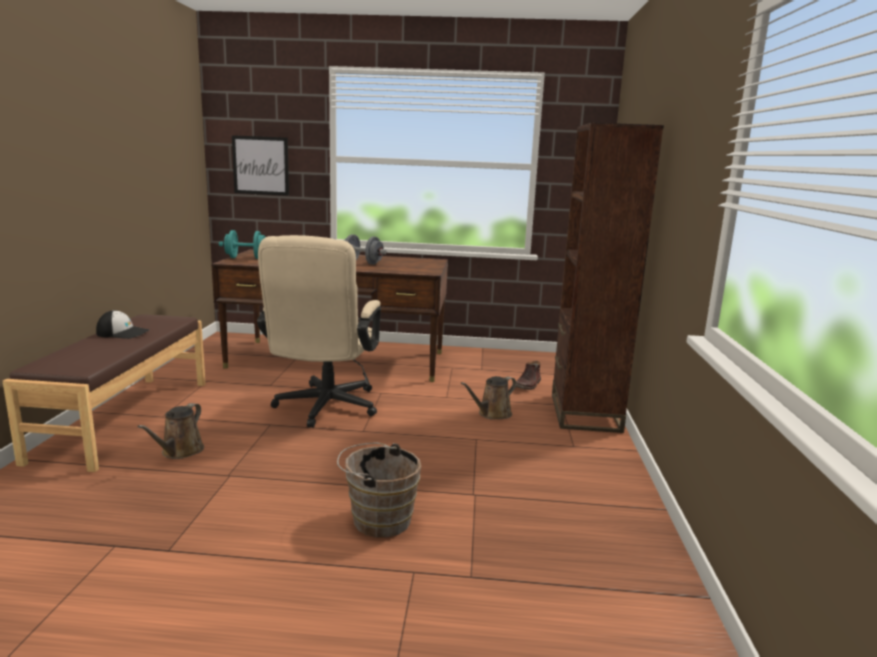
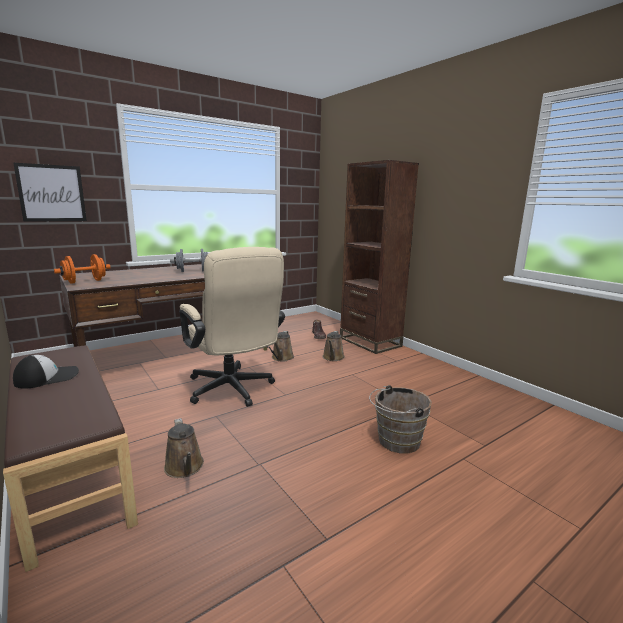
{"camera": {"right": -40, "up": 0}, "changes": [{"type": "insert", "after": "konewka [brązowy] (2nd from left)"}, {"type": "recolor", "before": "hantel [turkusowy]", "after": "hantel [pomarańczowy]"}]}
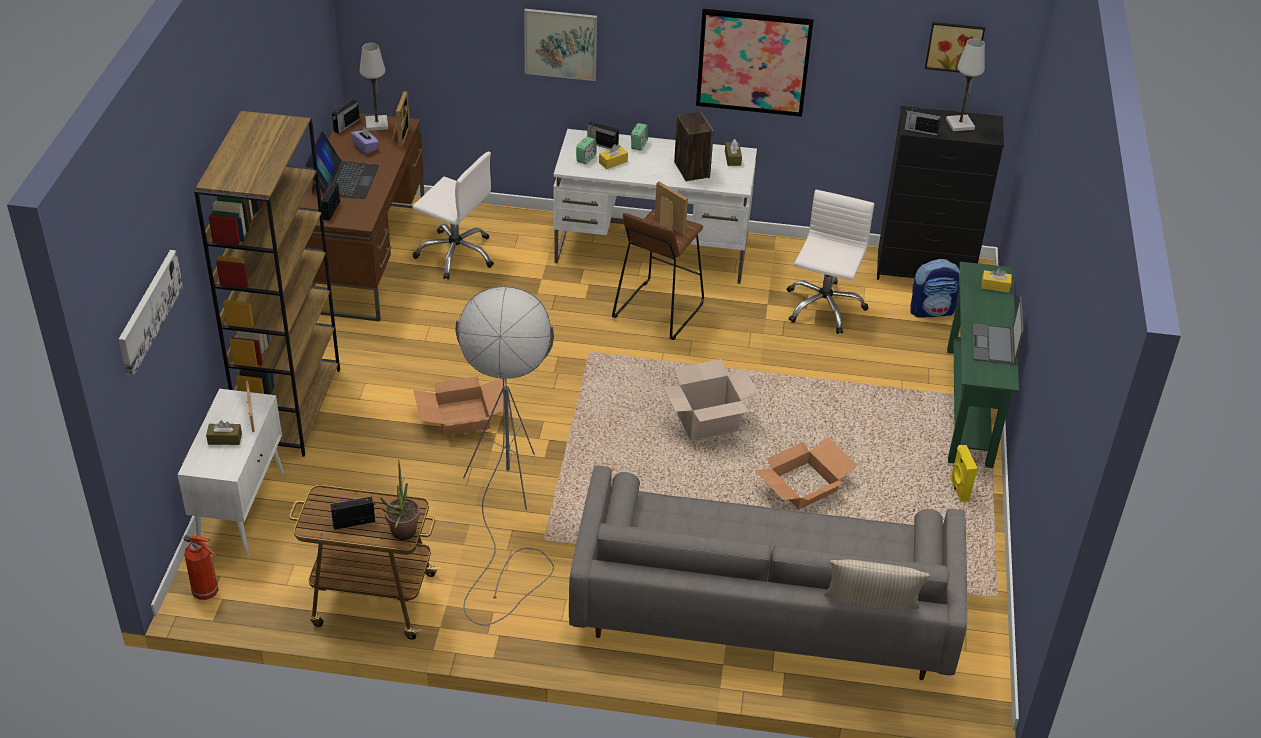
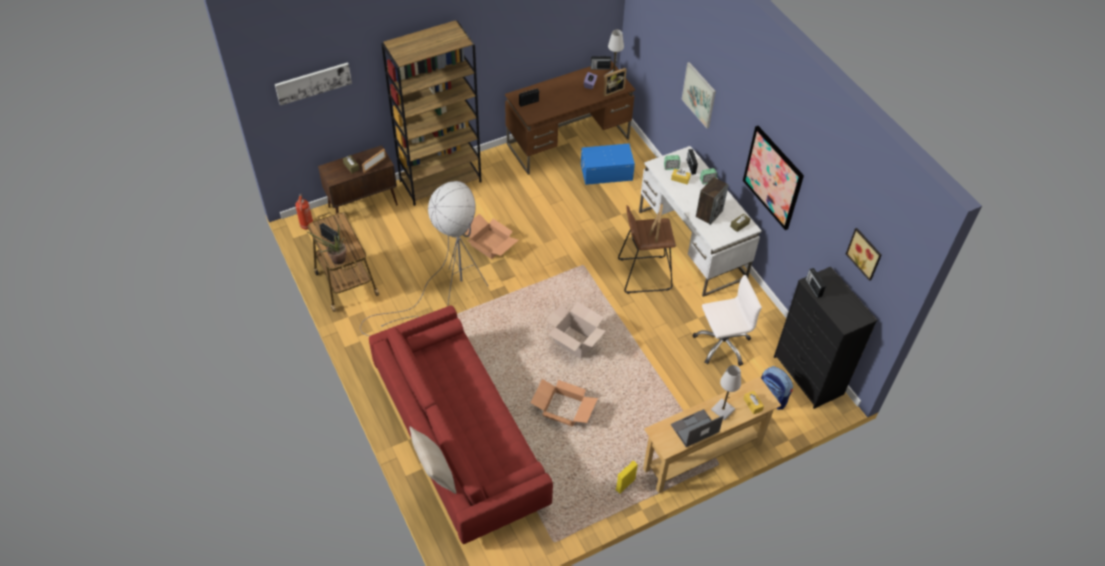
{"camera": {"right": 55, "up": 10}, "changes": [{"type": "delete", "before": "laptop (1st from left)"}, {"type": "move", "before": "lampa stołowa [biały] (2nd from left)"}, {"type": "replace", "before": "krzesło biurowe [biały] (1st from left)", "after": "pojemnik do przechowywania [niebieski]"}, {"type": "recolor", "before": "szafka [biały]", "after": "szafka [brązowy]"}, {"type": "recolor", "before": "kanapa [szary]", "after": "kanapa [czerwony]"}, {"type": "recolor", "before": "stolik konsolowy [zielony]", "after": "stolik konsolowy [beżowy]"}]}
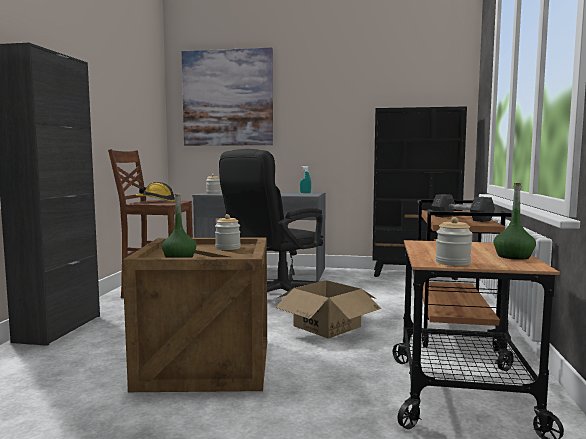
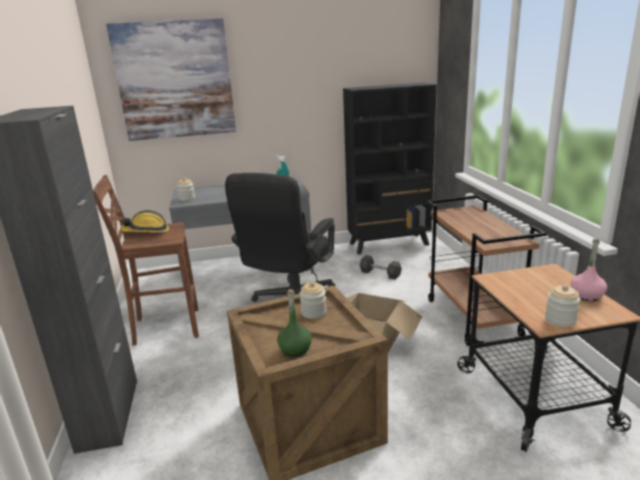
{"camera": {"right": -20, "up": 15}, "changes": [{"type": "move", "before": "hantel [szary]"}, {"type": "recolor", "before": "butelka [zielony] (2nd from left)", "after": "butelka [różowy]"}]}
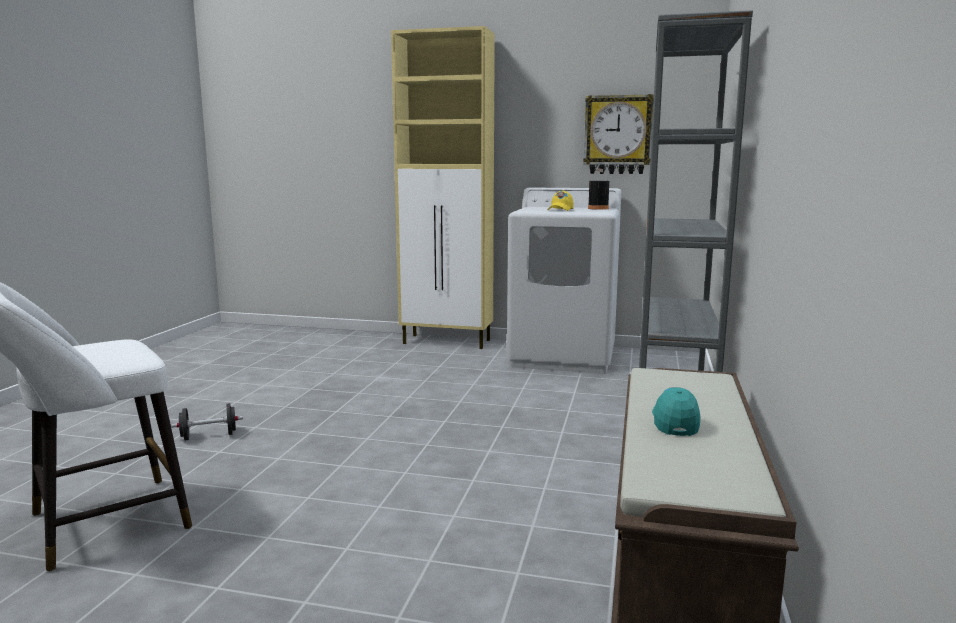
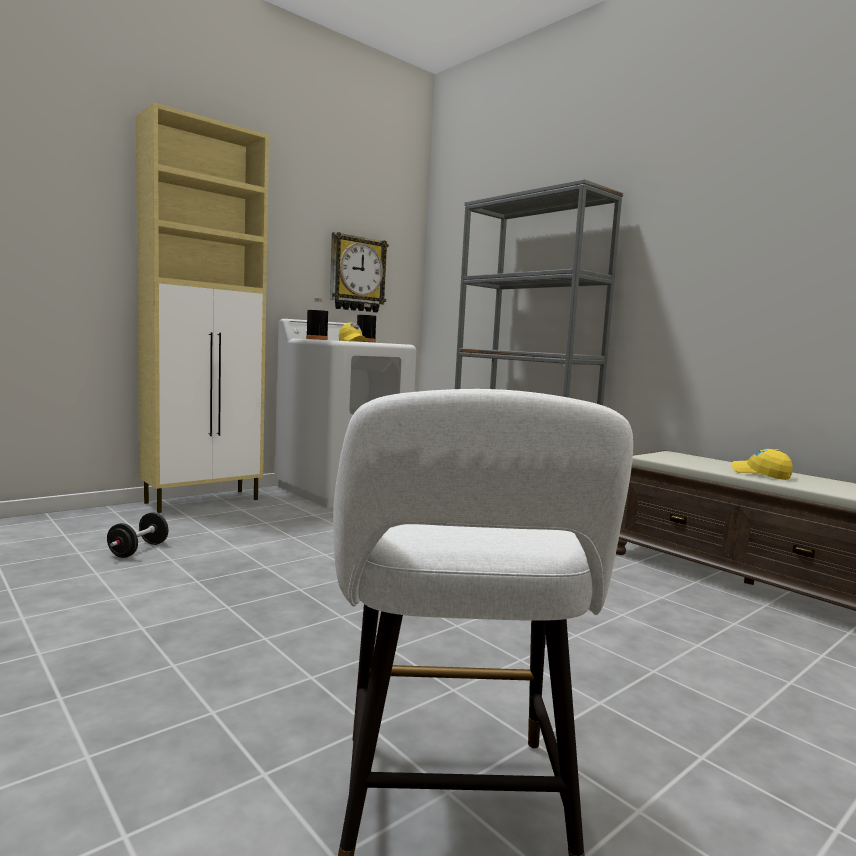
{"camera": {"right": -55, "up": -5}, "changes": [{"type": "insert", "after": "butelka [czarny] (1st from left)"}, {"type": "move", "before": "hantel [czarny]"}, {"type": "recolor", "before": "czapka z daszkiem [turkusowy]", "after": "czapka z daszkiem [żółty] (2nd from left)"}]}
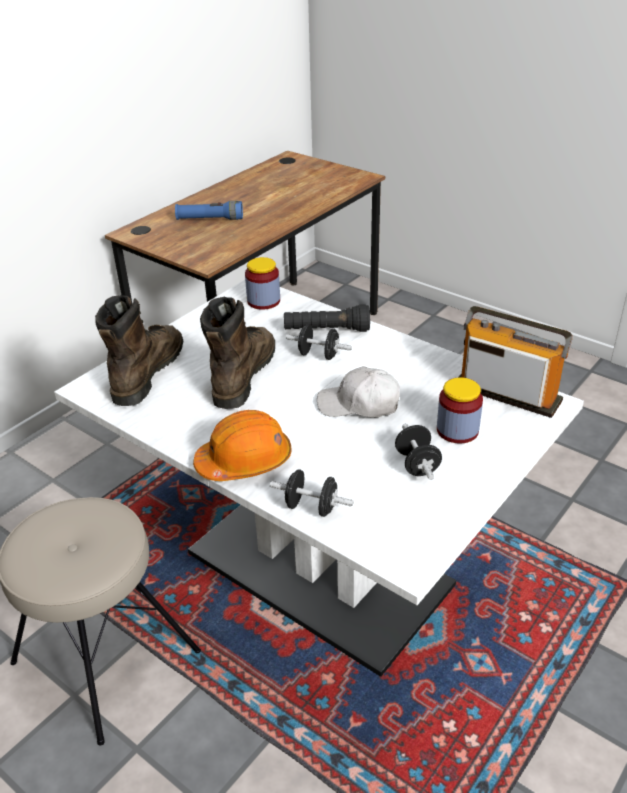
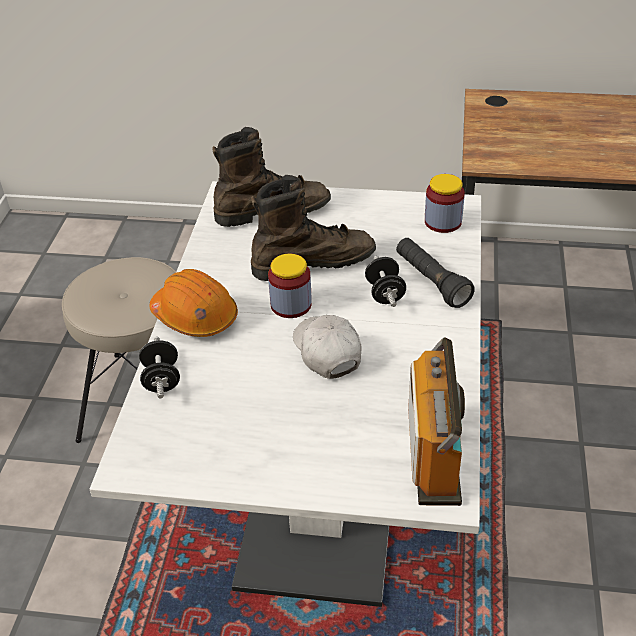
{"camera": {"right": 60, "up": 5}, "changes": [{"type": "delete", "before": "latarka [niebieski]"}, {"type": "delete", "before": "hantel [czarny] (3rd from left)"}, {"type": "move", "before": "słoik (2nd from left in the first image)", "after": "słoik (1st from left)"}]}
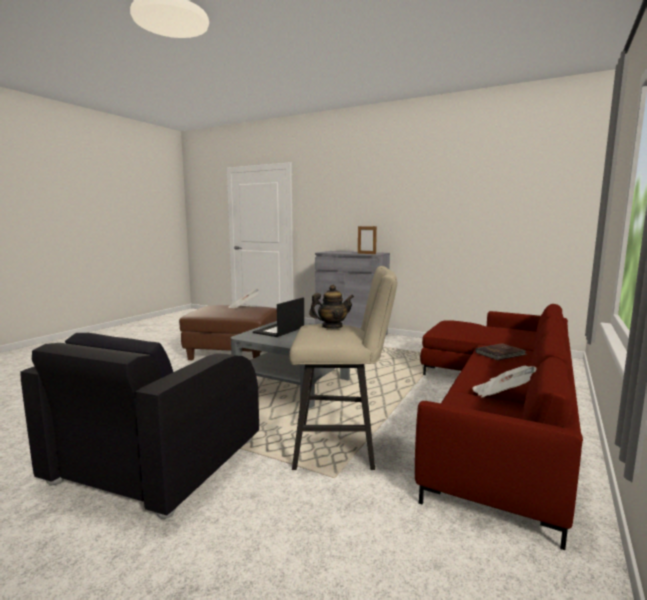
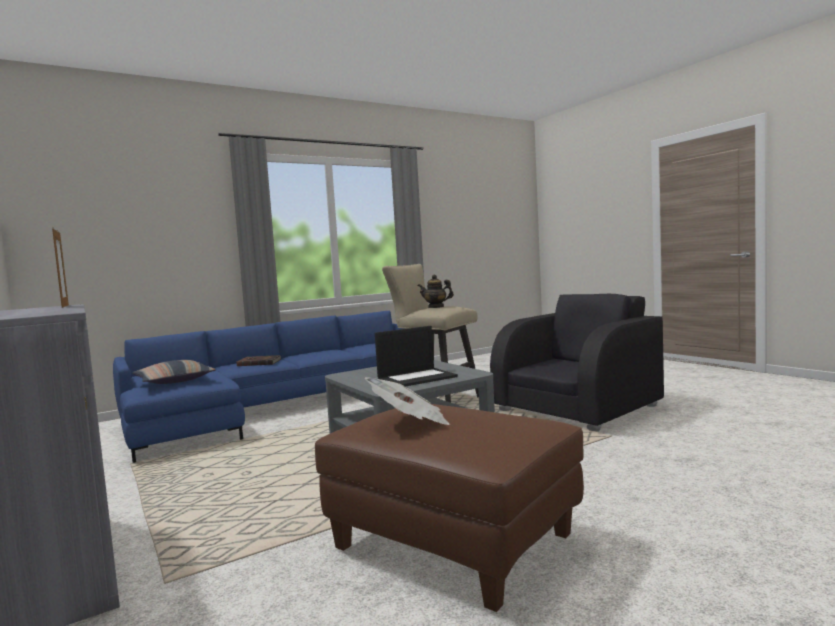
{"camera": {"right": -150, "up": -5}, "changes": [{"type": "delete", "before": "gazeta (2nd from left)"}, {"type": "insert", "after": "poduszka"}, {"type": "recolor", "before": "kanapa [czerwony]", "after": "kanapa [niebieski]"}]}
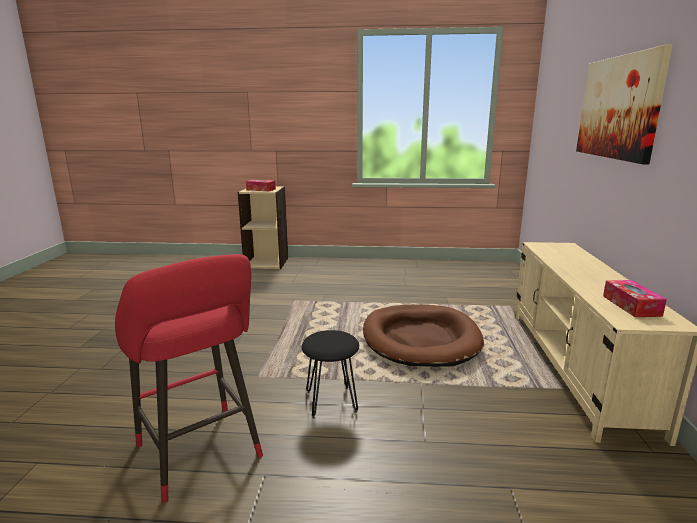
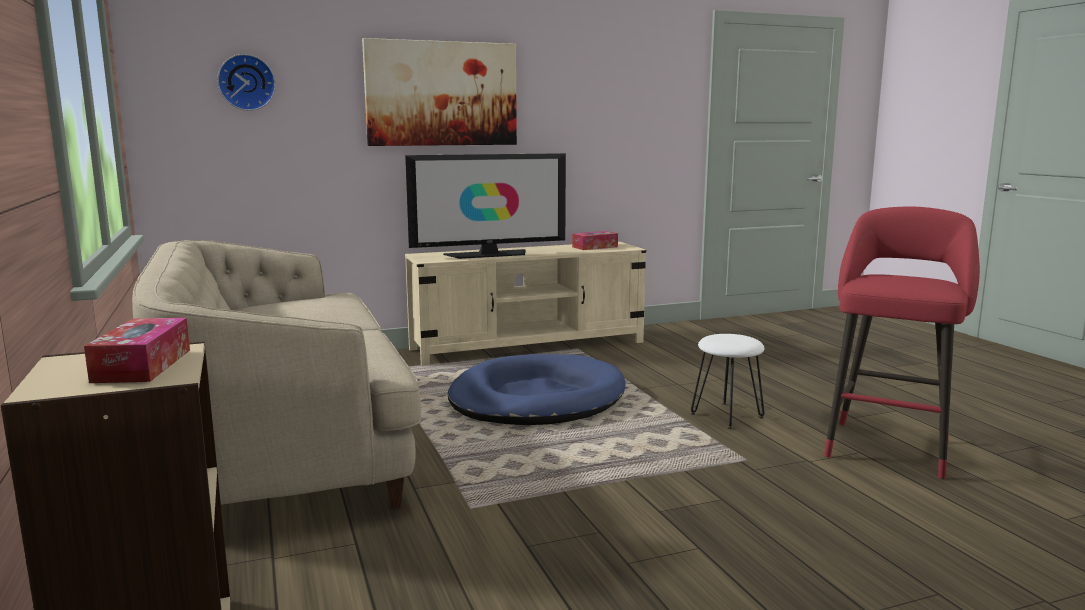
{"camera": {"right": -115, "up": -5}, "changes": [{"type": "insert", "after": "kanapa [beżowy]"}, {"type": "insert", "after": "zegar ścienny"}, {"type": "insert", "after": "telewizor"}, {"type": "recolor", "before": "stołek [czarny]", "after": "stołek [biały]"}, {"type": "recolor", "before": "legowisko [brązowy]", "after": "legowisko [niebieski]"}]}
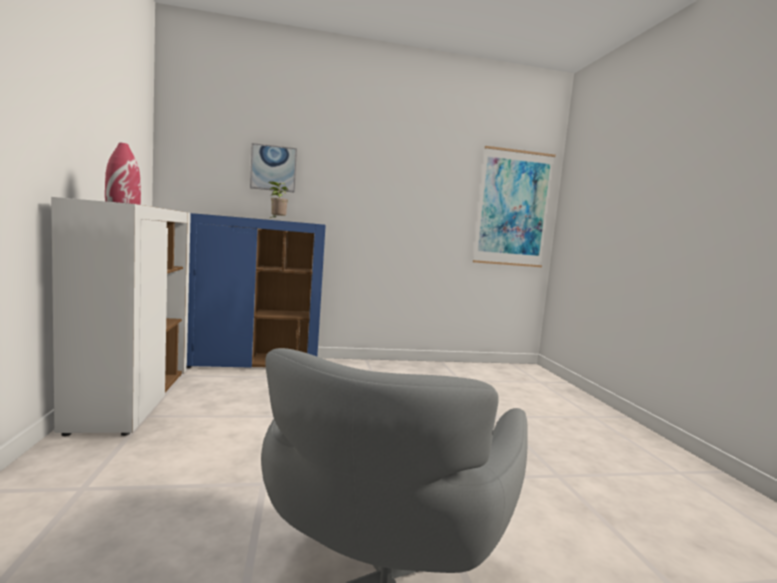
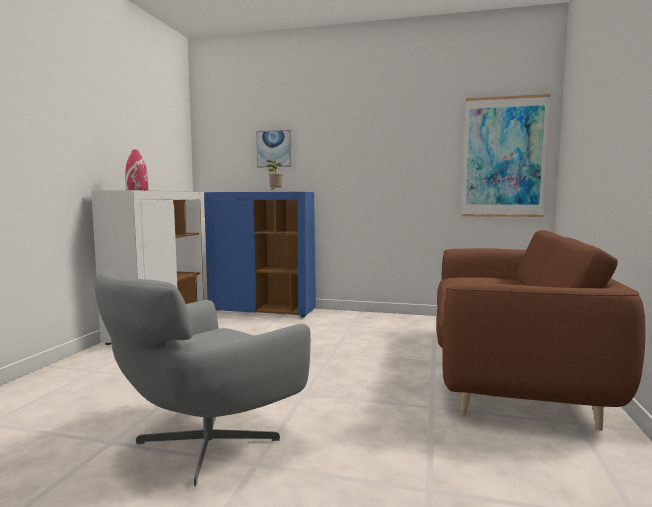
{"camera": {"right": 25, "up": 0}, "changes": [{"type": "insert", "after": "kanapa [brązowy]"}]}
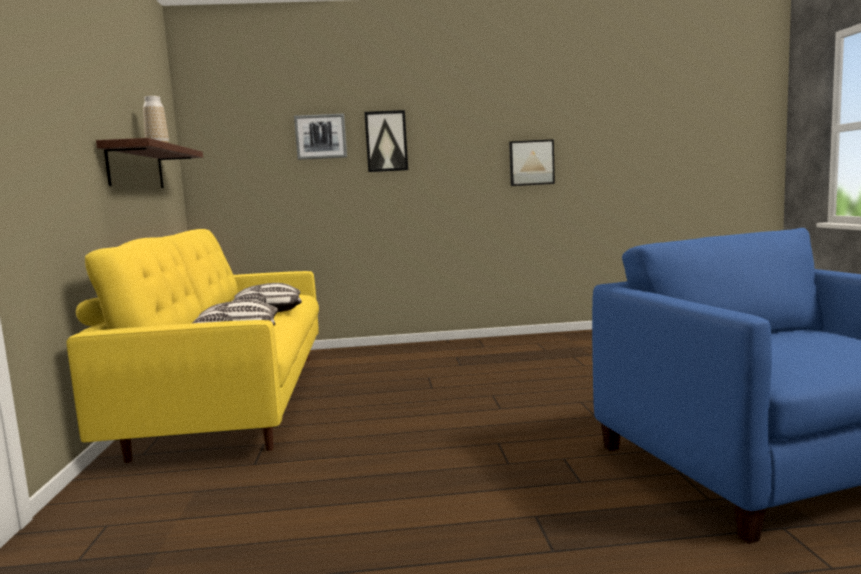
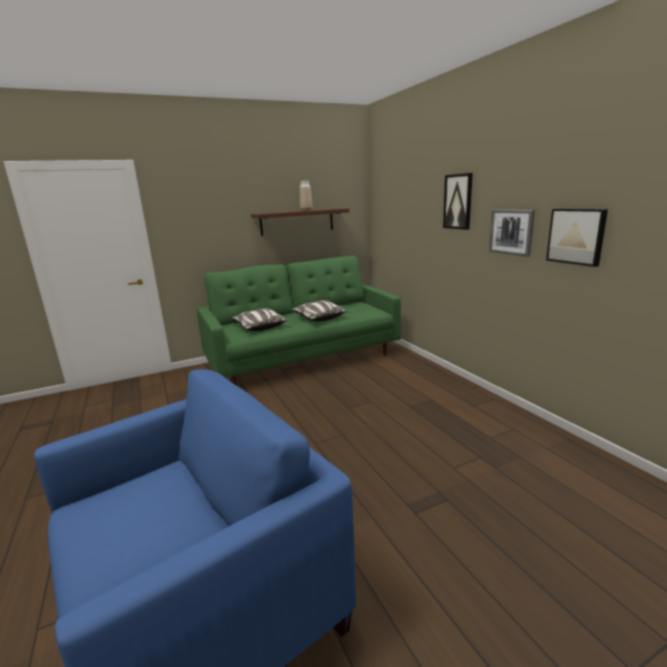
{"camera": {"right": 70, "up": 10}, "changes": [{"type": "move", "before": "obraz (1st from left in the first image)", "after": "obraz (2nd from left)"}, {"type": "recolor", "before": "kanapa [żółty]", "after": "kanapa [zielony]"}]}
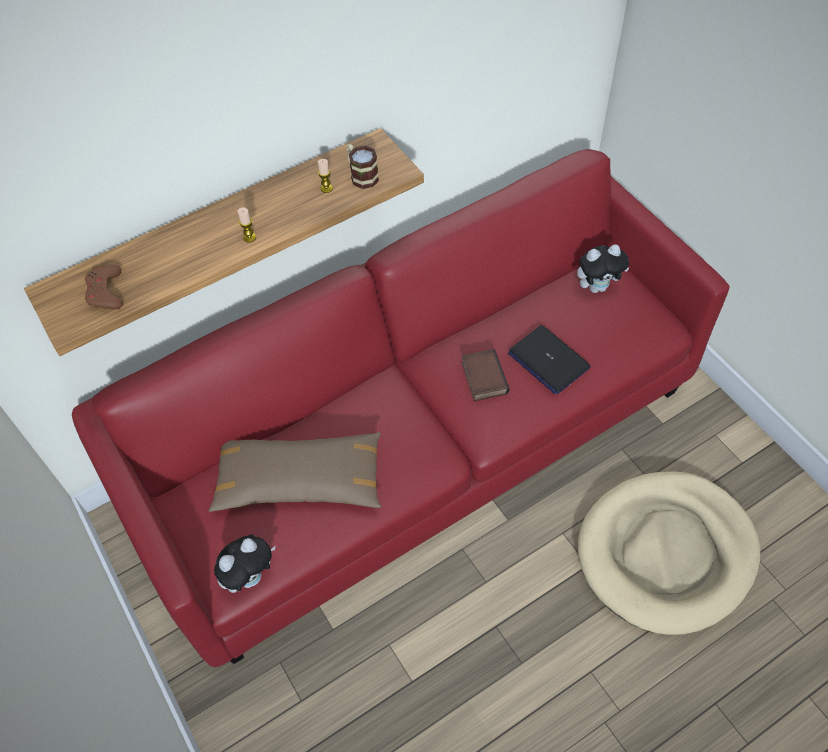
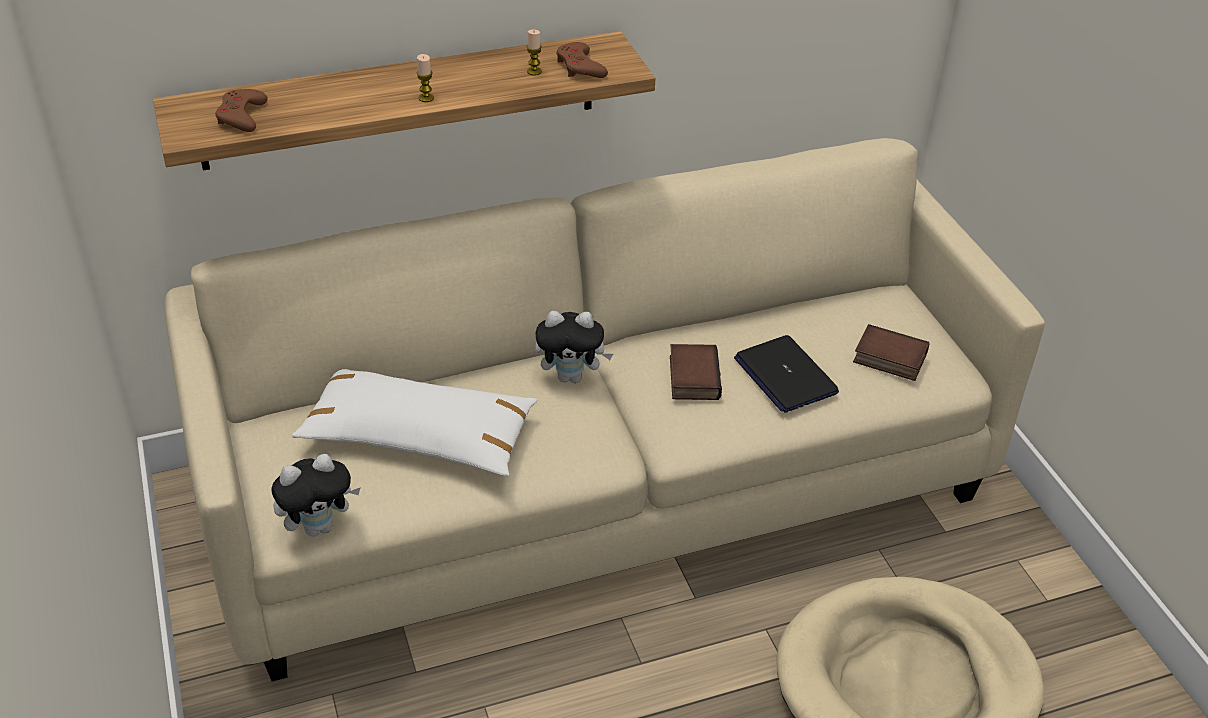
{"camera": {"right": 10, "up": -15}, "changes": [{"type": "insert", "after": "książka (2nd from left)"}, {"type": "move", "before": "pluszak (2nd from left)"}, {"type": "replace", "before": "kubek", "after": "pad do gier [brązowy] (2nd from left)"}, {"type": "recolor", "before": "kanapa [czerwony]", "after": "kanapa [beżowy]"}, {"type": "recolor", "before": "poduszka [brązowy]", "after": "poduszka [biały]"}]}
